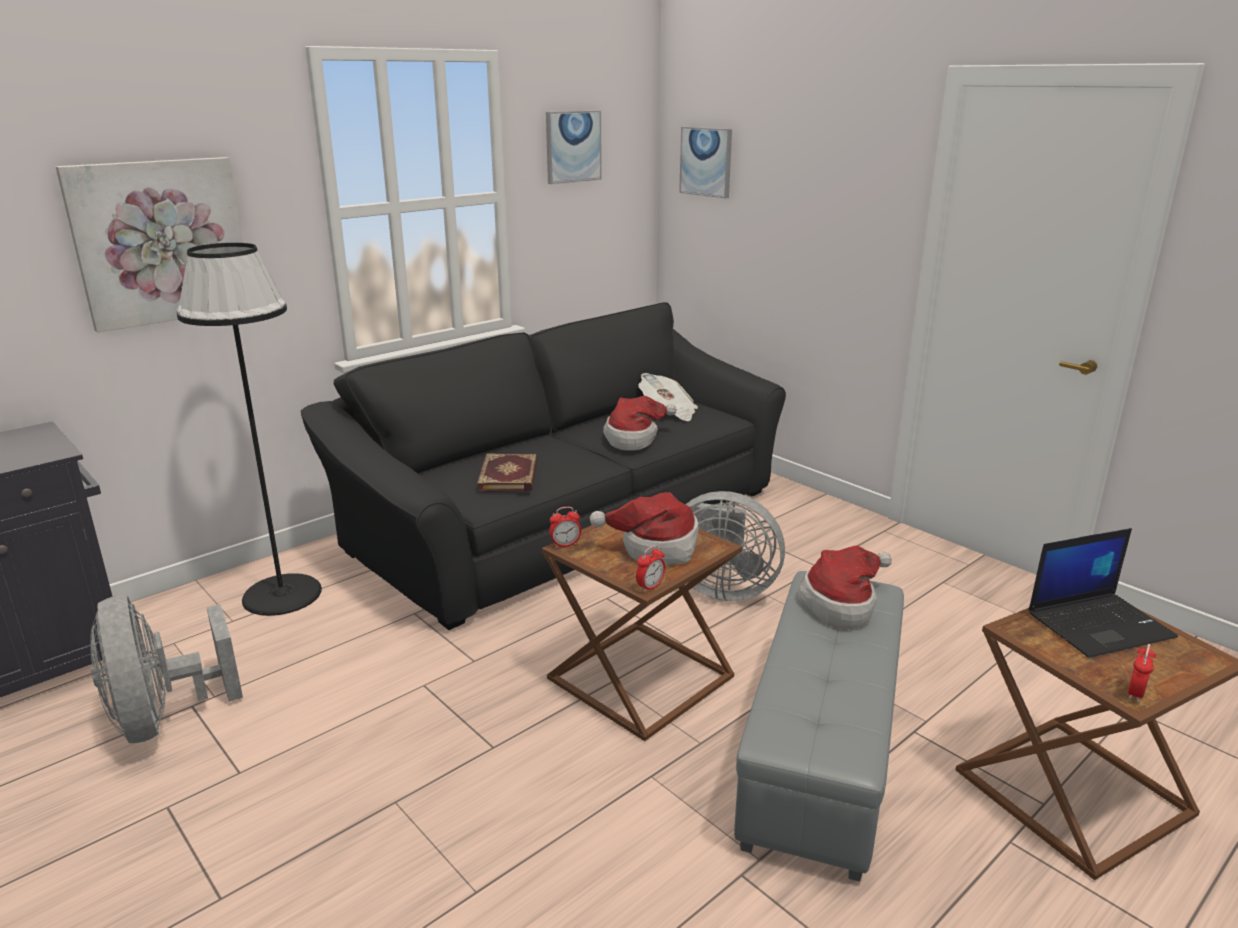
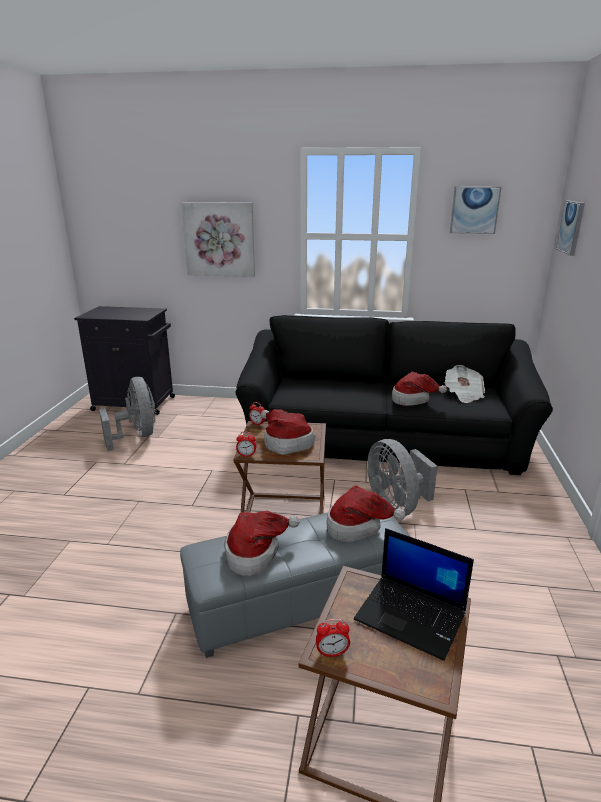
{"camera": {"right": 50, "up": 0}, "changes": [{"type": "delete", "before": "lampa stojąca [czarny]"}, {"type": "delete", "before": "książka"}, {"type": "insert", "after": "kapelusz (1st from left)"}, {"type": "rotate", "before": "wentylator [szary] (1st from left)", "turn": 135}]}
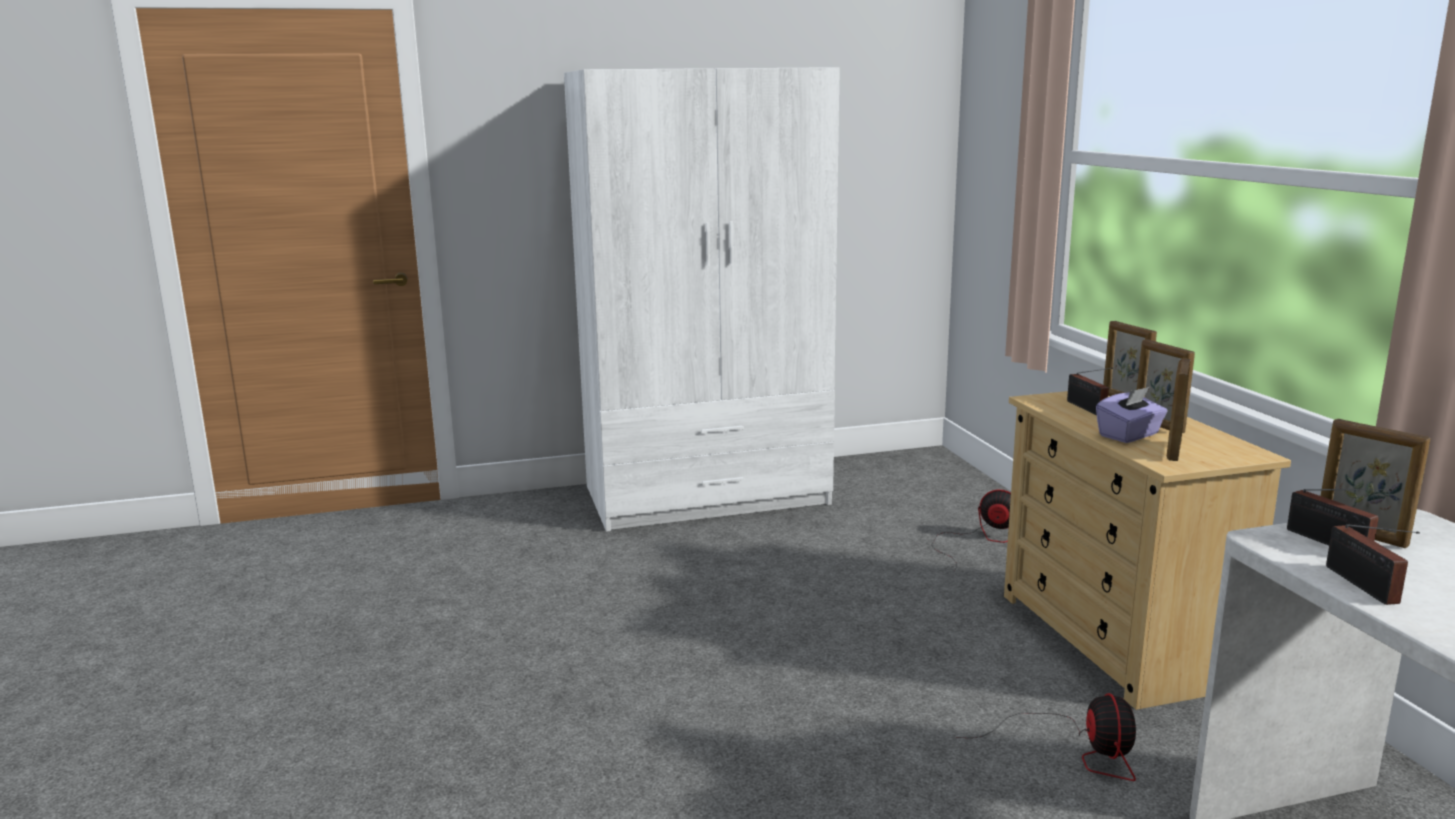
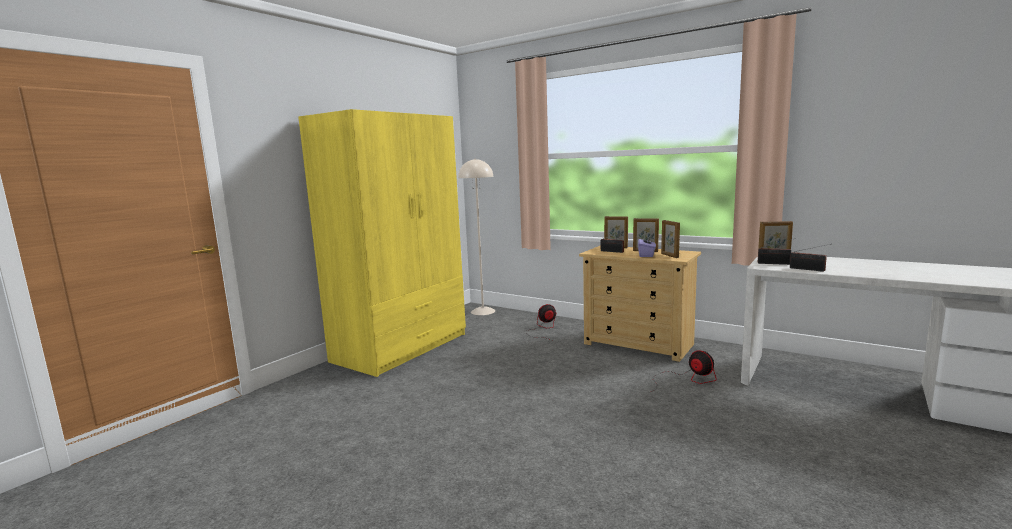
{"camera": {"right": -40, "up": -5}, "changes": [{"type": "insert", "after": "lampa stojąca [beżowy]"}, {"type": "recolor", "before": "szafa [biały]", "after": "szafa [żółty]"}]}
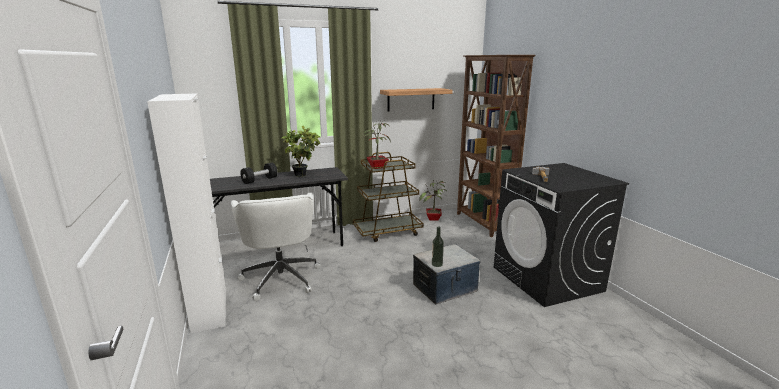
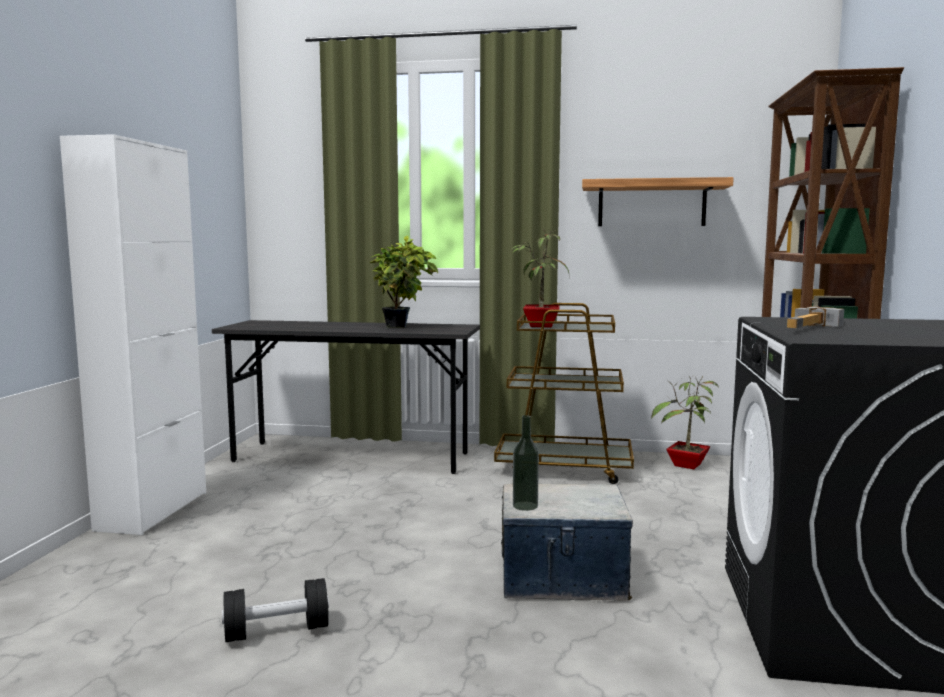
{"camera": {"right": 30, "up": -10}, "changes": [{"type": "delete", "before": "krzesło biurowe [biały]"}, {"type": "move", "before": "hantel [czarny]"}]}
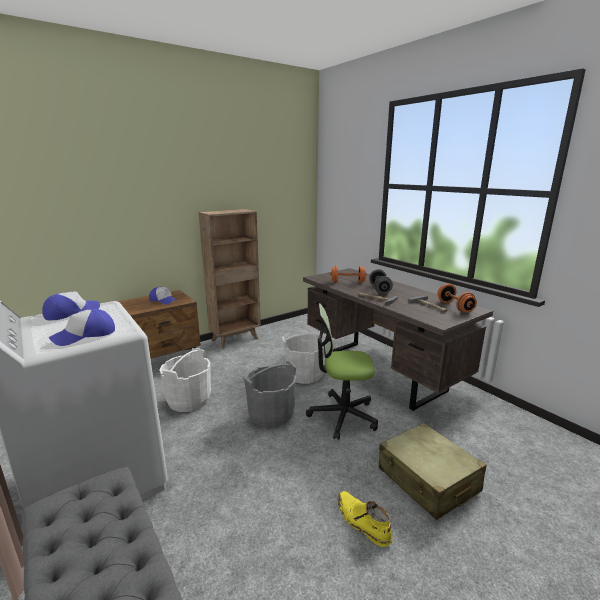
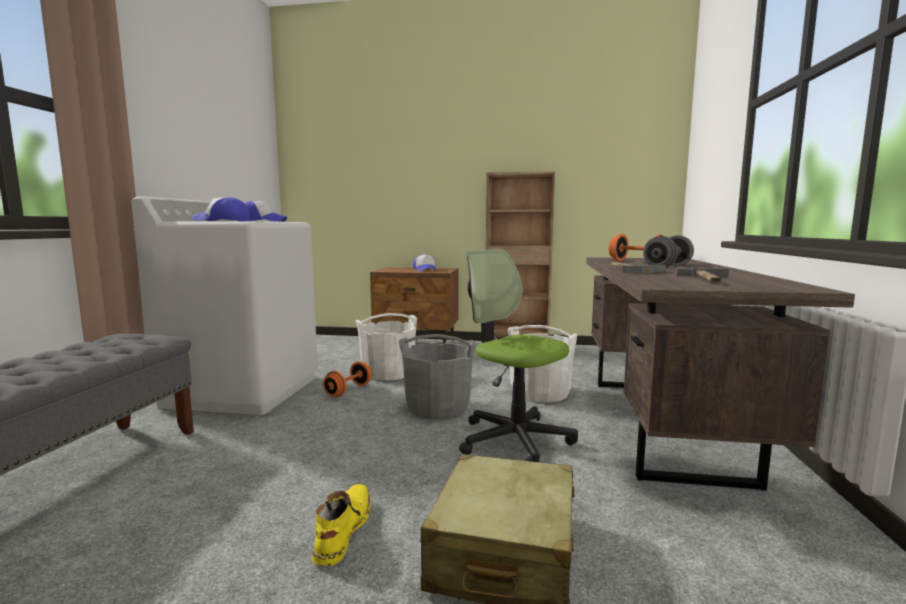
{"camera": {"right": 45, "up": -10}, "changes": [{"type": "move", "before": "hantel [pomarańczowy] (2nd from left in the first image)", "after": "hantel [pomarańczowy] (1st from left)"}]}
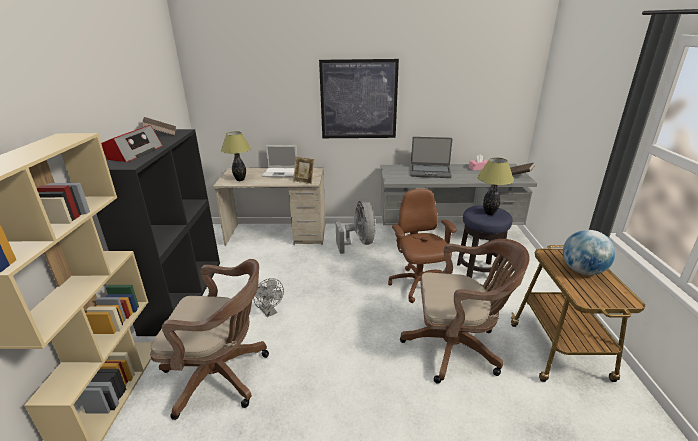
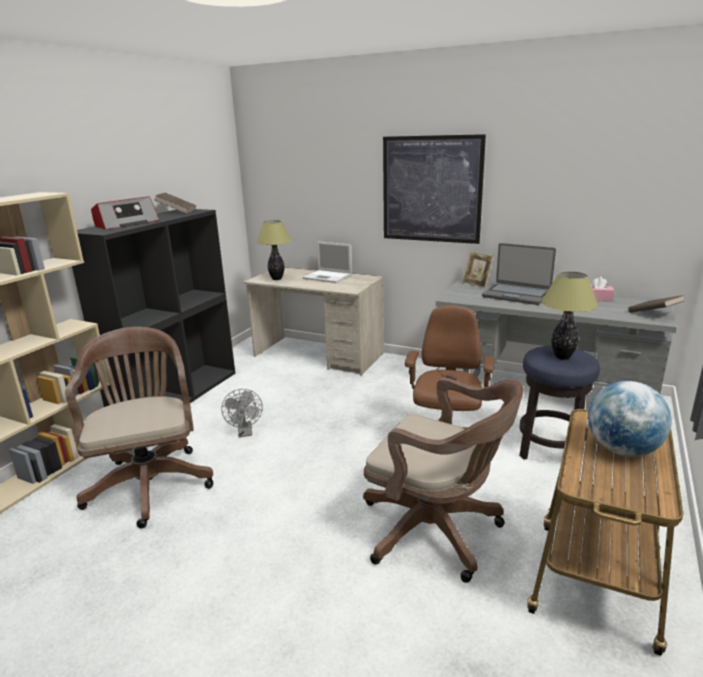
{"camera": {"right": 25, "up": -5}, "changes": [{"type": "delete", "before": "wentylator [szary] (2nd from left)"}, {"type": "move", "before": "ramka na zdjęcie"}, {"type": "rotate", "before": "krzesło biurowe [brązowy] (1st from left)", "turn": -135}]}
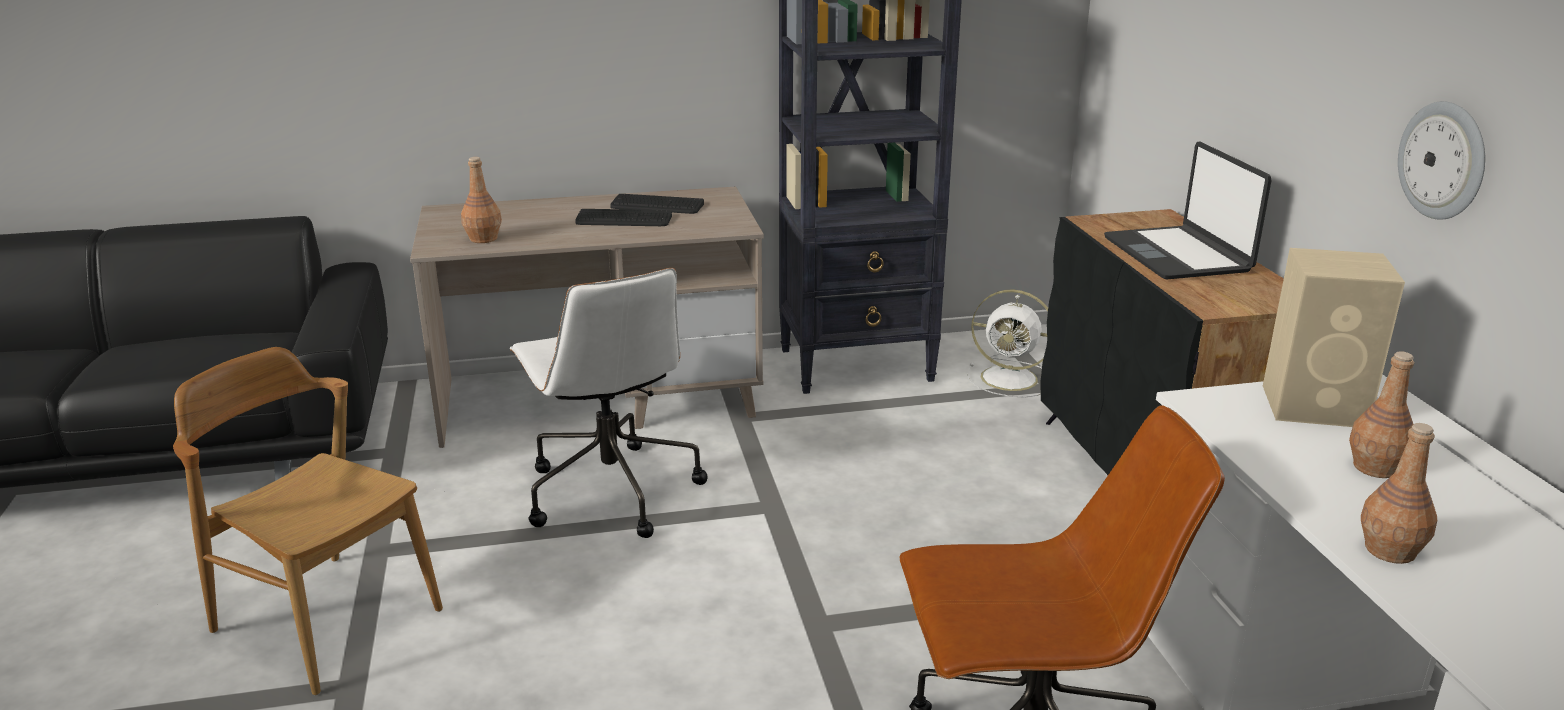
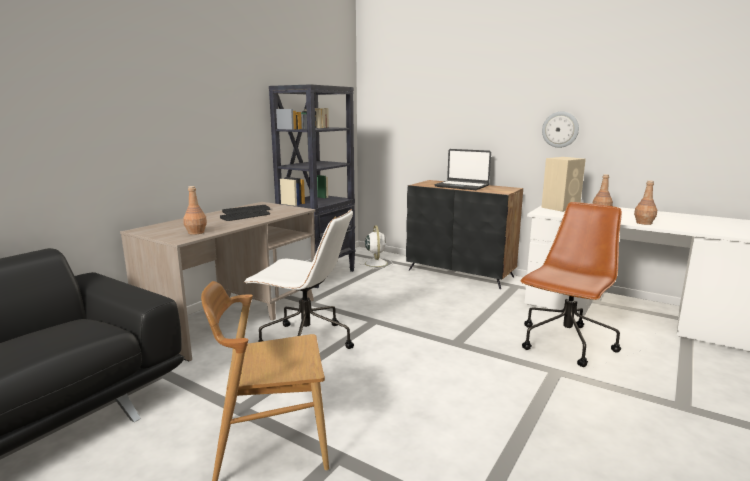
{"camera": {"right": -45, "up": -10}, "changes": [{"type": "rotate", "before": "wentylator [biały]", "turn": -75}]}
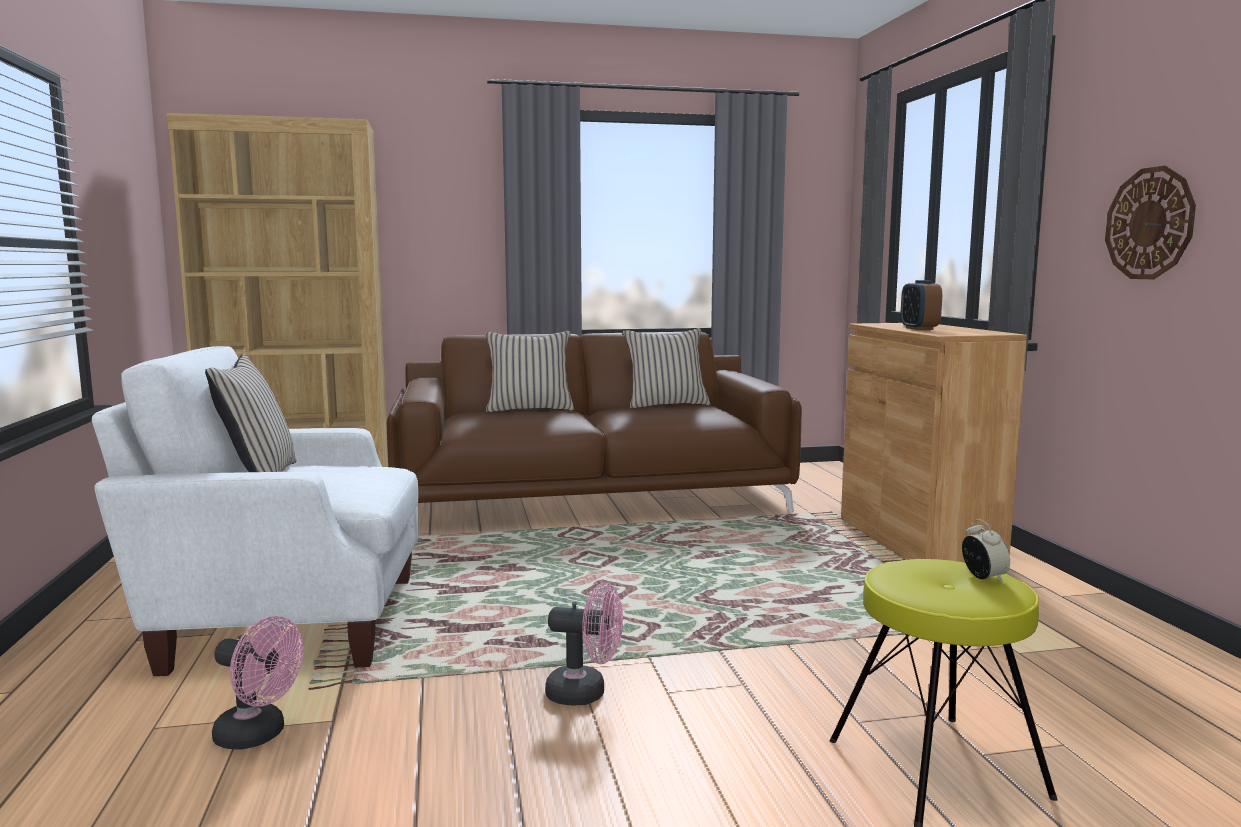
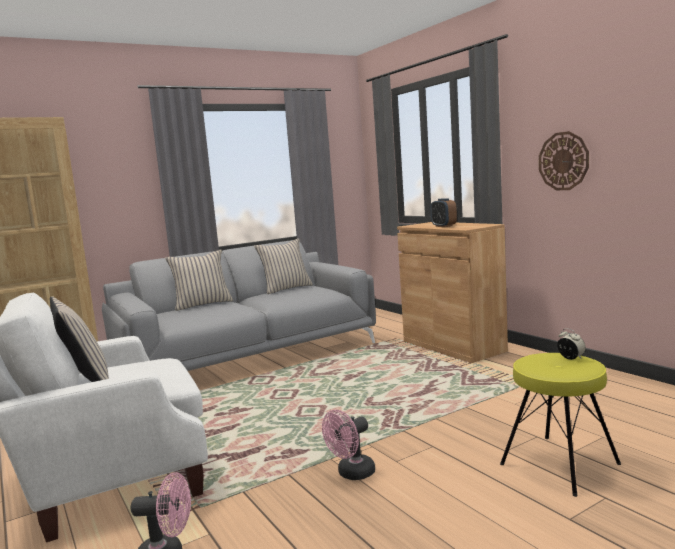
{"camera": {"right": -20, "up": 0}, "changes": [{"type": "recolor", "before": "kanapa [brązowy]", "after": "kanapa [szary]"}, {"type": "rotate", "before": "wentylator [różowy] (2nd from left)", "turn": 150}]}
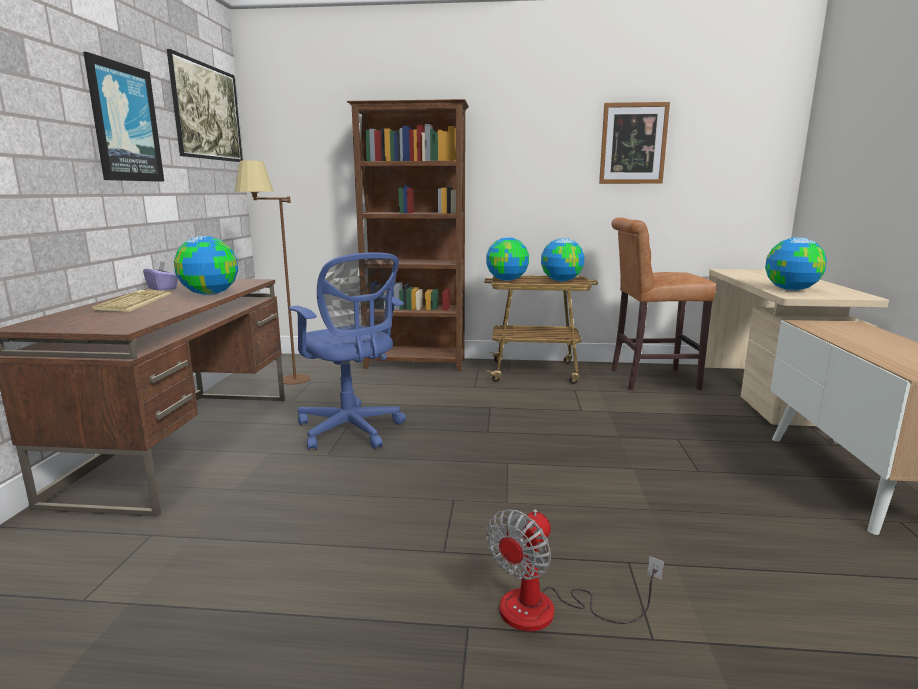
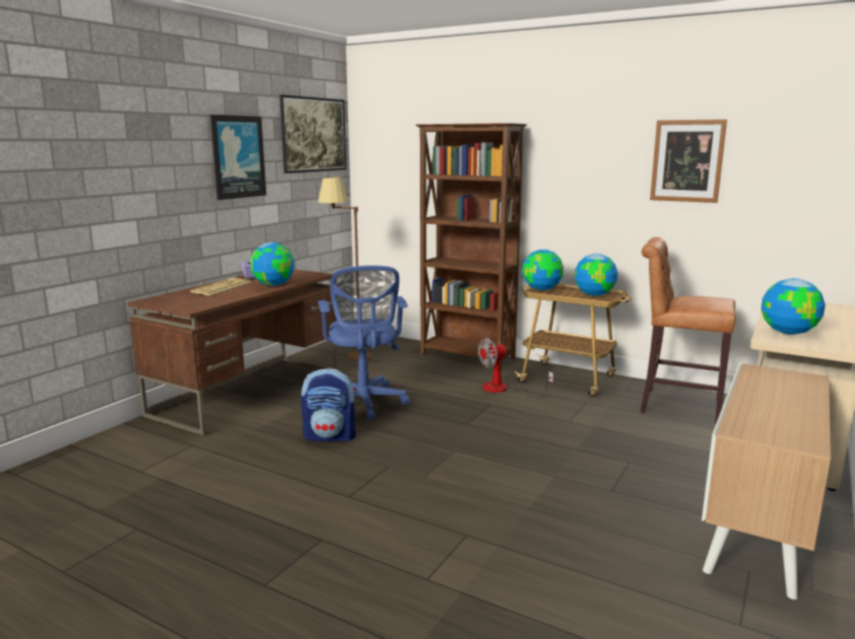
{"camera": {"right": 25, "up": 0}, "changes": [{"type": "insert", "after": "plecak"}, {"type": "move", "before": "wentylator"}]}
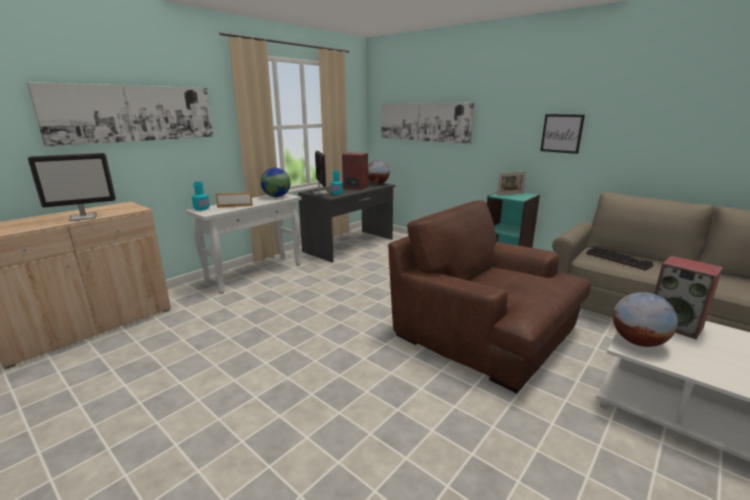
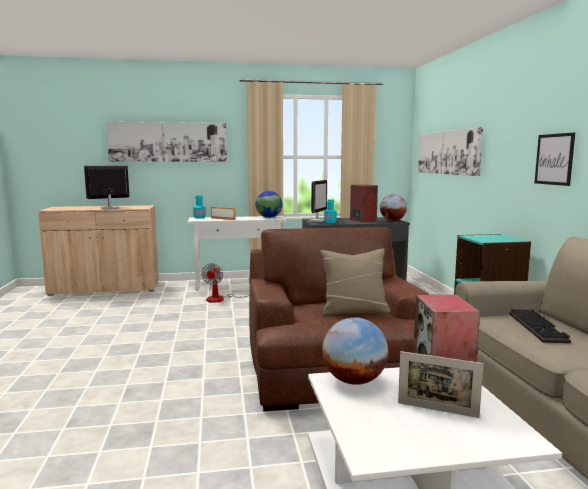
{"camera": {"right": 40, "up": -10}, "changes": [{"type": "insert", "after": "wentylator"}, {"type": "insert", "after": "poduszka [beżowy]"}, {"type": "move", "before": "ramka na zdjęcie (2nd from left)"}, {"type": "rotate", "before": "monitor (1st from left)", "turn": 135}]}
